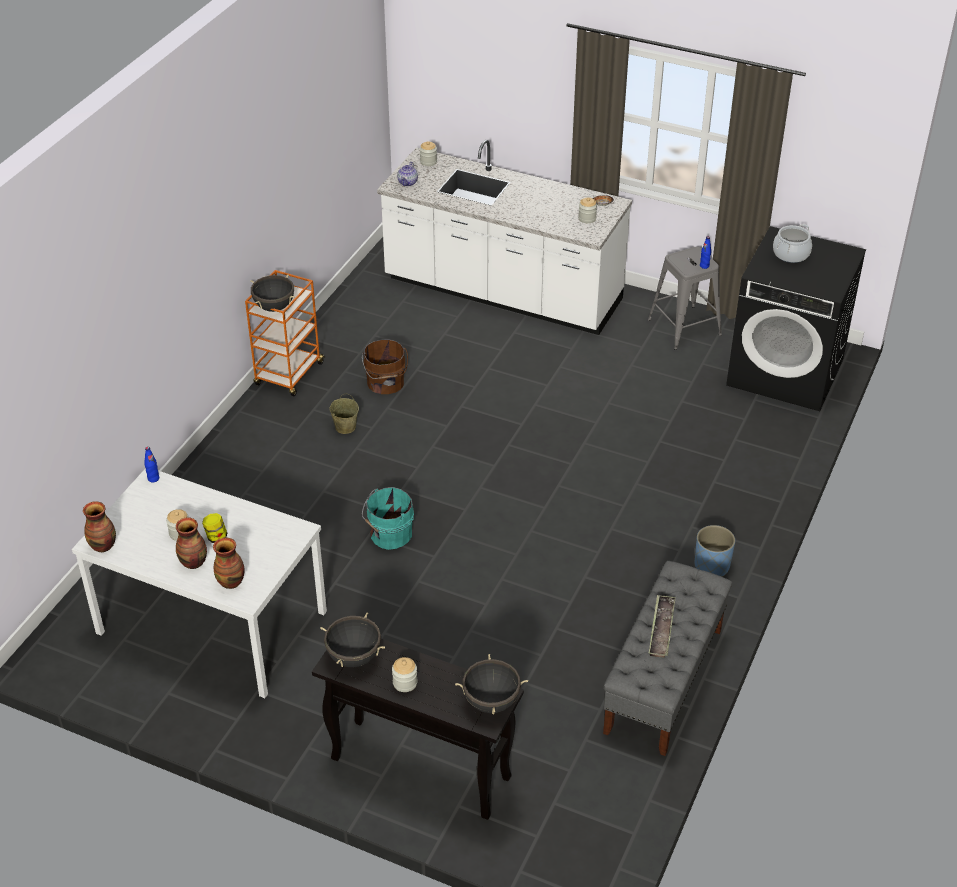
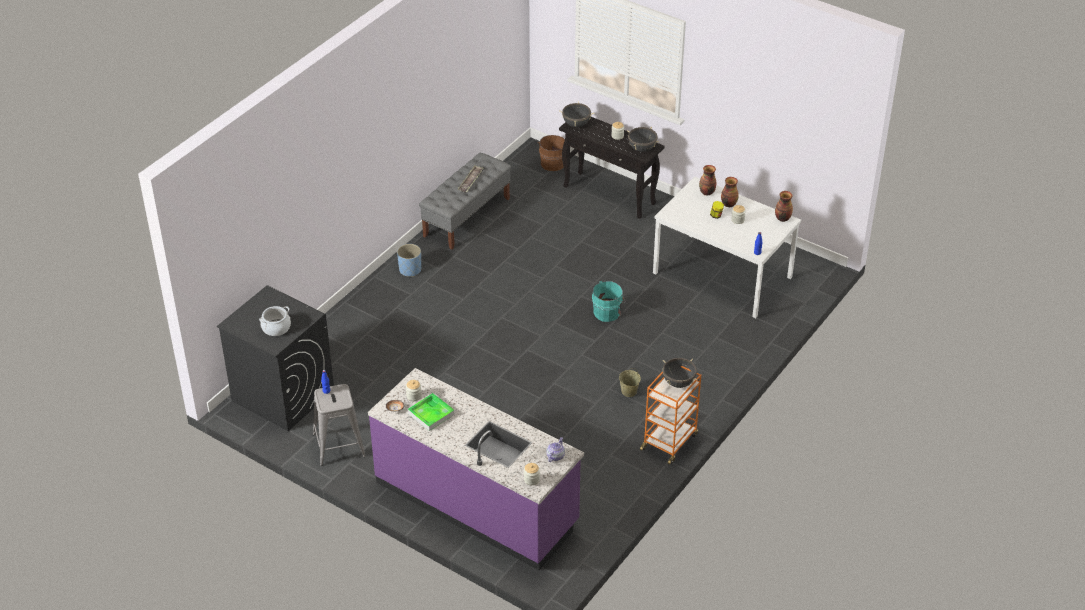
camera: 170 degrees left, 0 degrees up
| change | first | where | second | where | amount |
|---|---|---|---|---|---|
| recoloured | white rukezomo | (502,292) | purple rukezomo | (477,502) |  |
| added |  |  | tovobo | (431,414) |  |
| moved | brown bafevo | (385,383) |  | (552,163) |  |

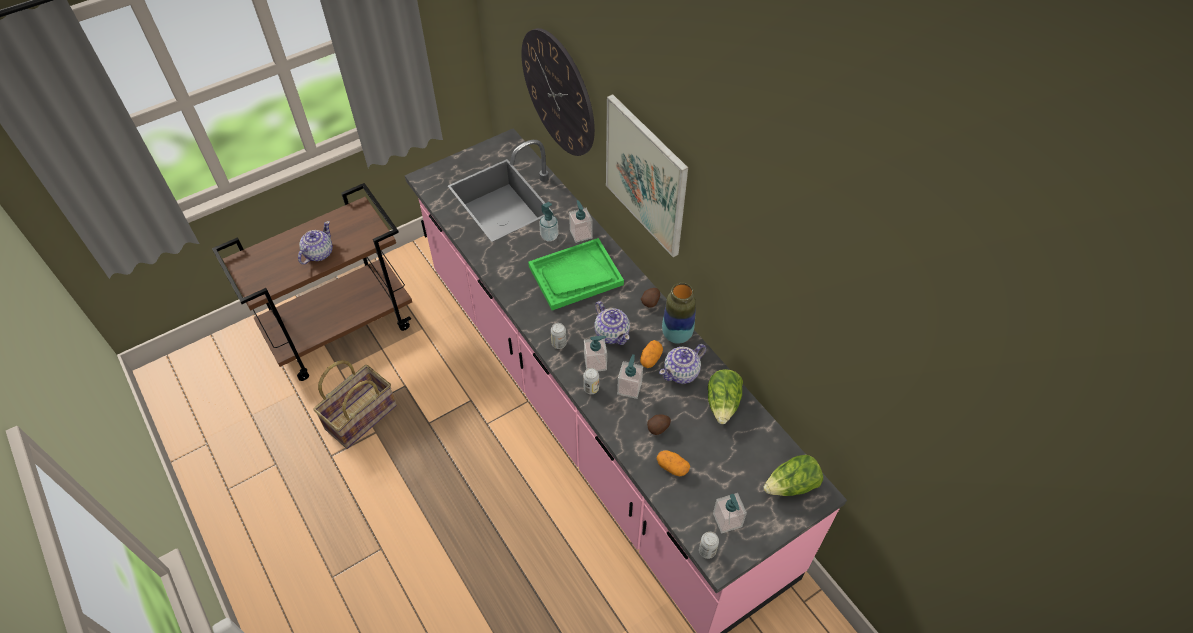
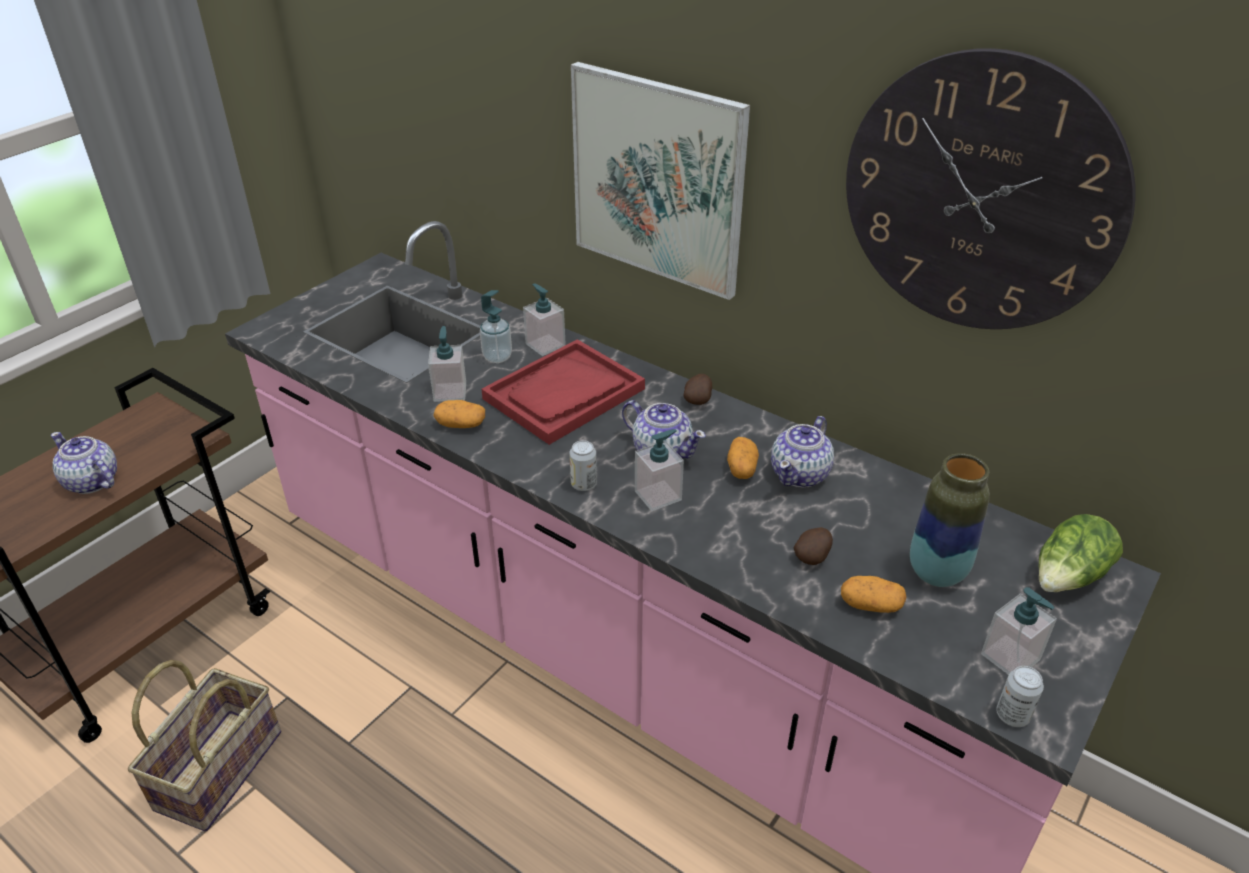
camera: 20 degrees left, 15 degrees down
| change | first | where | second | where | amount |
|---|---|---|---|---|---|
| turned | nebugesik | (318,253) |  | (92,482) | 60 degrees counterclockwise |
| moved | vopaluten | (629,388) |  | (450,392) |  |
| added |  |  | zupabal | (461,425) |  |
| recoloured | green tovobo | (575,276) | red tovobo | (564,394) |  |
| moved | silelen | (558,93) |  | (980,196) |  |
| moved | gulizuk | (677,335) |  | (936,573) |  |
| removed | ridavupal | (591,388) |  |  |  |
| removed | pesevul | (723,403) |  |  |  |

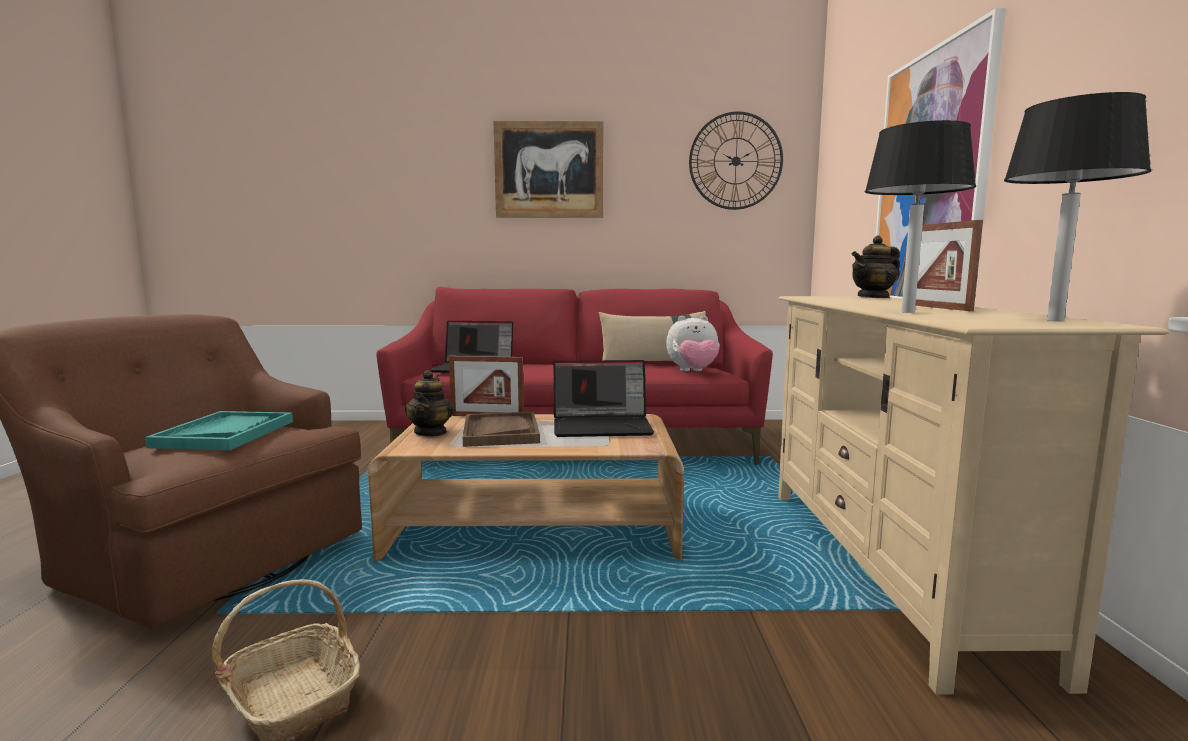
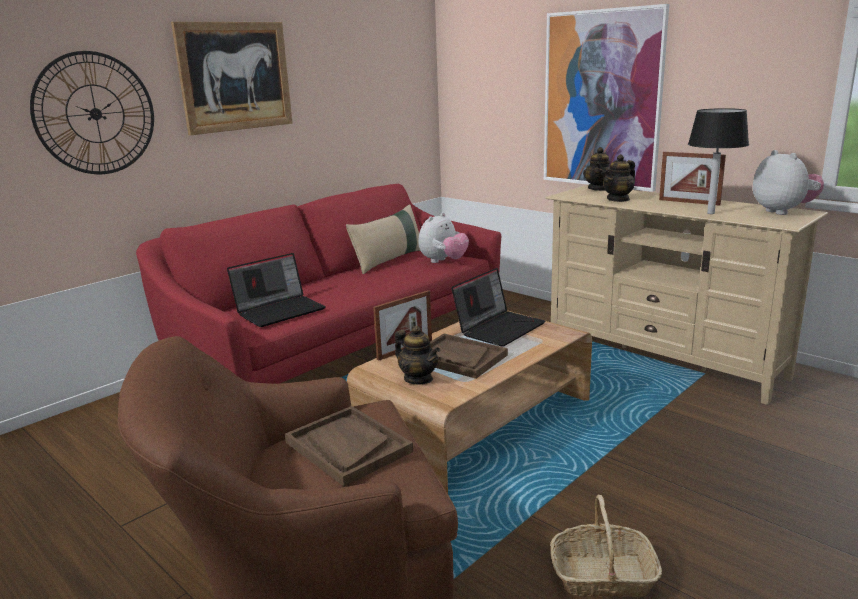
camera: 45 degrees left, 10 degrees up
| change | first | where | second | where | amount |
|---|---|---|---|---|---|
| moved | silelen | (735,161) |  | (95,114) |  |
| recoloured | turquoise tovobo | (225,434) | brown tovobo | (348,447) |  |
| added |  |  | nebugesik | (618,199) |  |
| replaced | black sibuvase | (1054,320) | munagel | (783,211) |  |

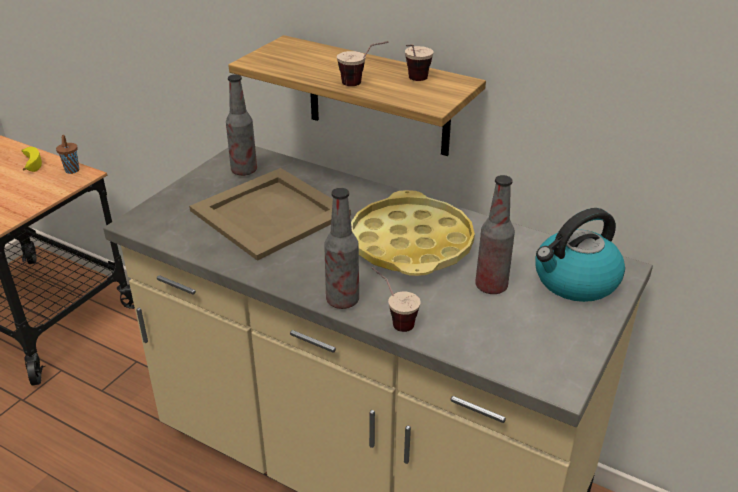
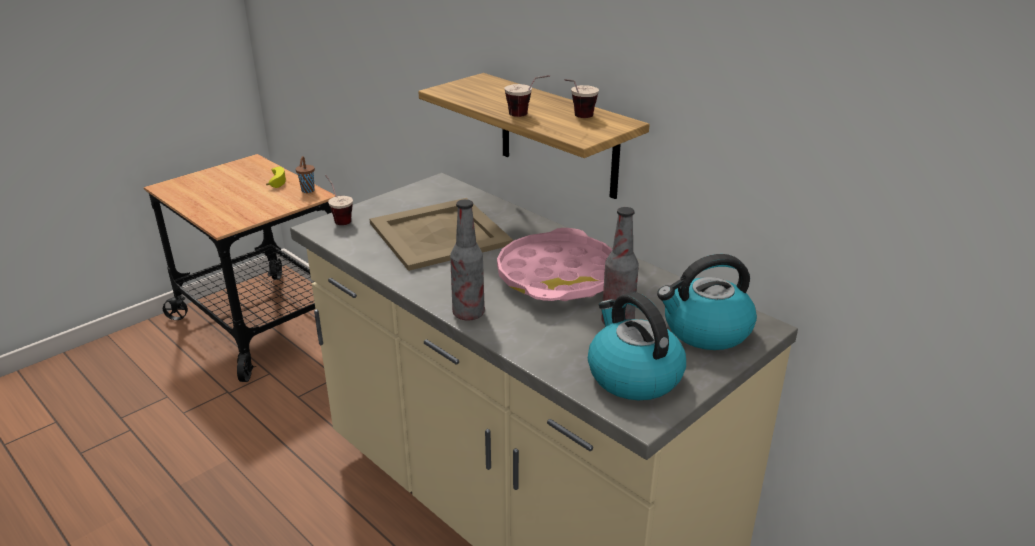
camera: 15 degrees right, 5 degrees down
| change | first | where | second | where | amount |
|---|---|---|---|---|---|
| moved | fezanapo | (393,320) |  | (339,218) |  |
| recoloured | yellow tovobo | (411,244) | pink tovobo | (558,276) |  |
| added |  |  | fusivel | (633,375) |  |
| removed | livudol | (244,171) |  |  |  |

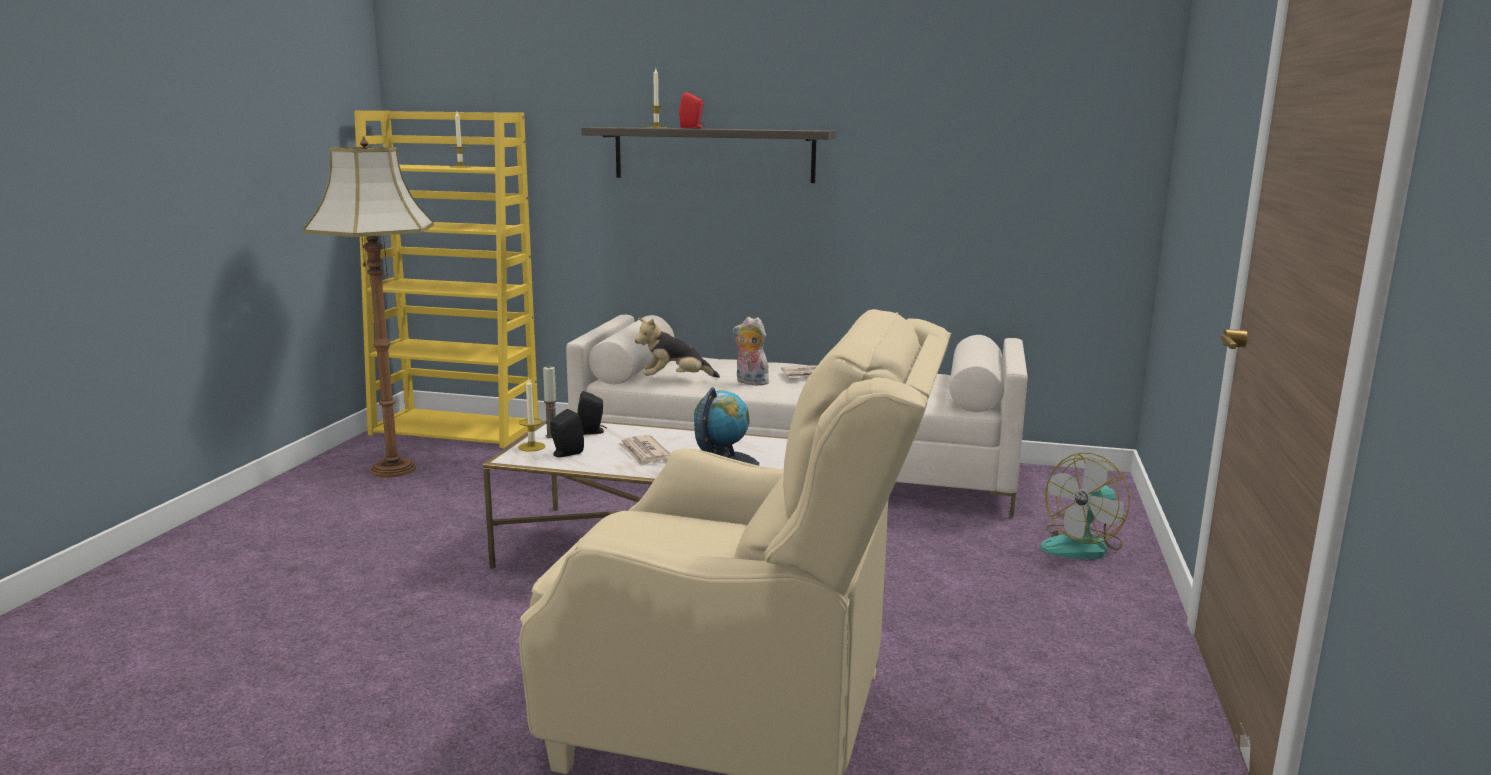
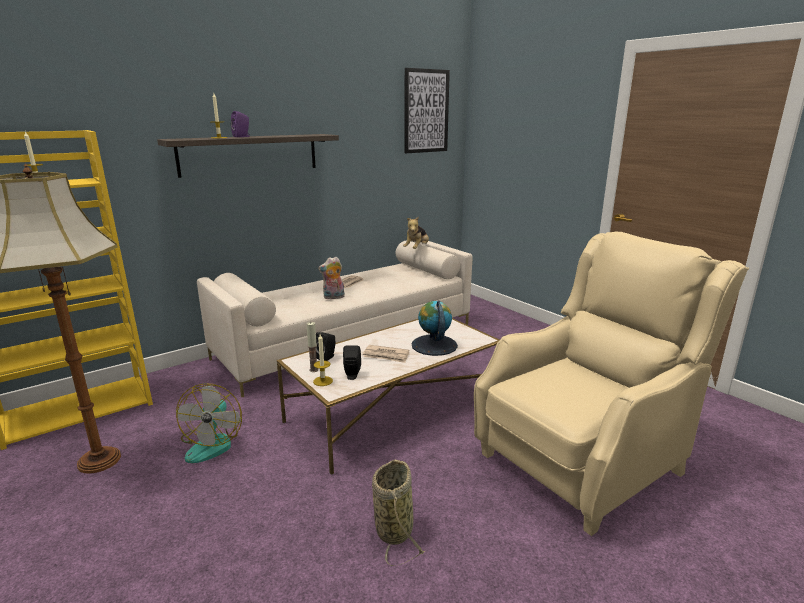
camera: 50 degrees left, 5 degrees up
| change | first | where | second | where | amount |
|---|---|---|---|---|---|
| moved | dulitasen | (1083,546) |  | (213,443) |  |
| recoloured | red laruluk | (692,128) | purple laruluk | (242,136) |  |
| added |  |  | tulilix | (394,528) |  |
| moved | munagel | (675,380) |  | (417,249) |  |
| added |  |  | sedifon | (426,111) |  |

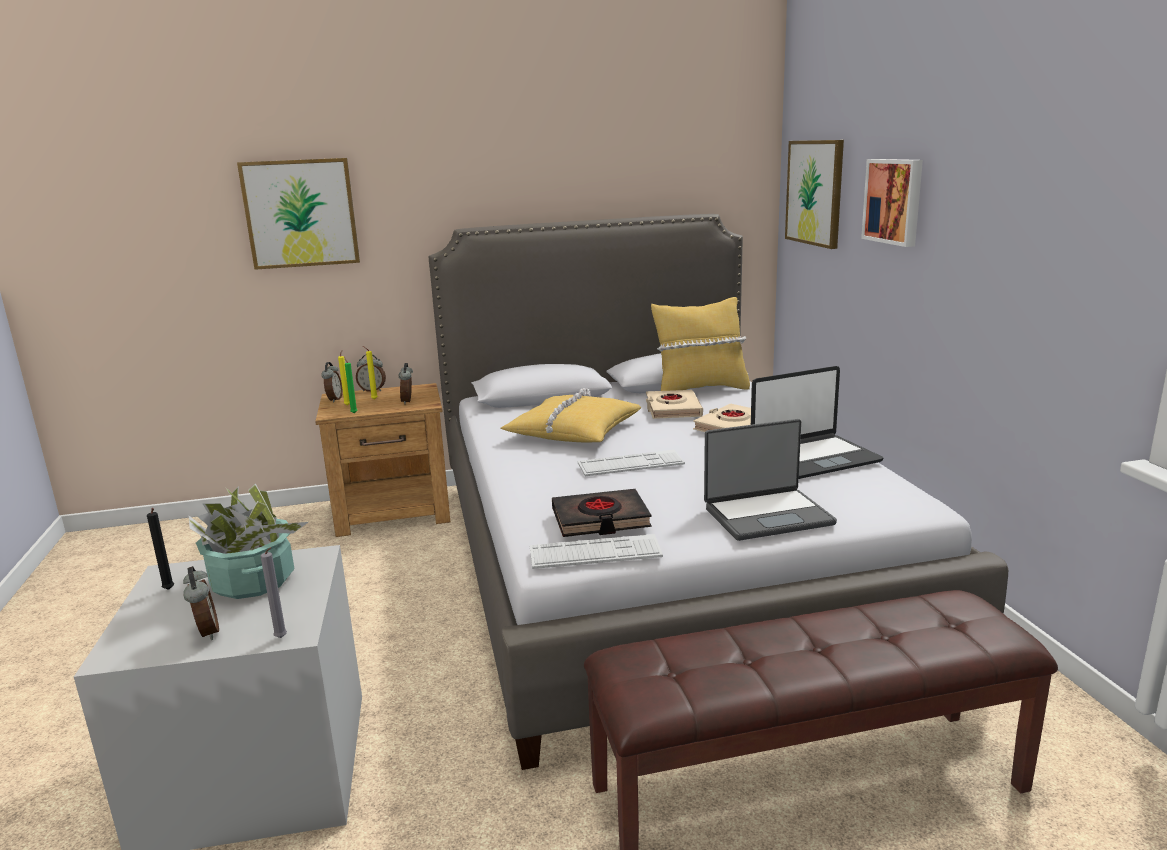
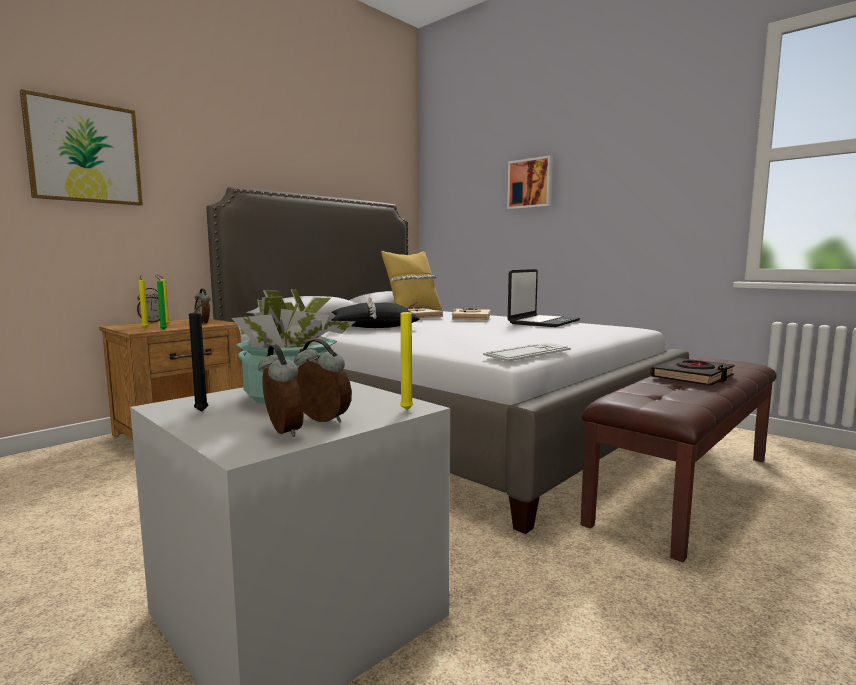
camera: 35 degrees left, 10 degrees down
| change | first | where | second | where | amount |
|---|---|---|---|---|---|
| moved | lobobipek | (334,400) |  | (281,432) |  |
| recoloured | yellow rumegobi | (573,431) | black rumegobi | (373,326) |  |
| recoloured | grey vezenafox | (282,638) | yellow vezenafox | (409,410) |  |
| moved | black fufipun | (600,519) |  | (693,377) |  |
| removed | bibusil | (631,464) |  |  |  |
| removed | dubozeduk | (767,515) |  |  |  |
| removed | sedifon | (815,192) |  |  |  |

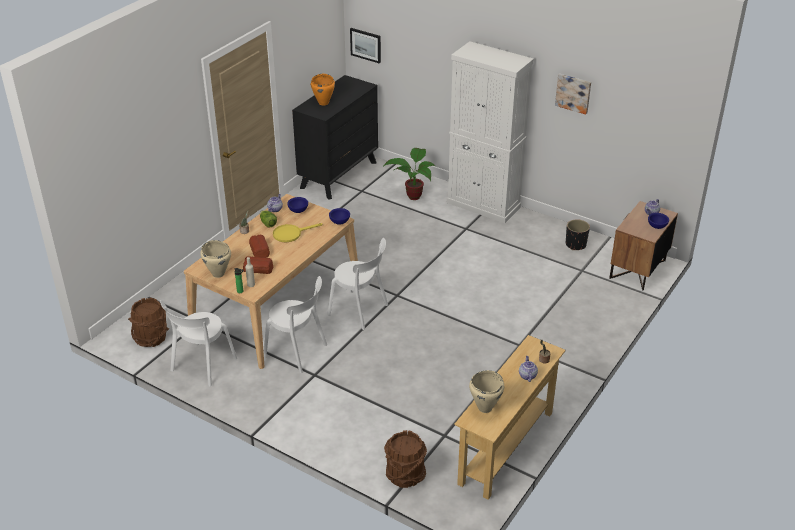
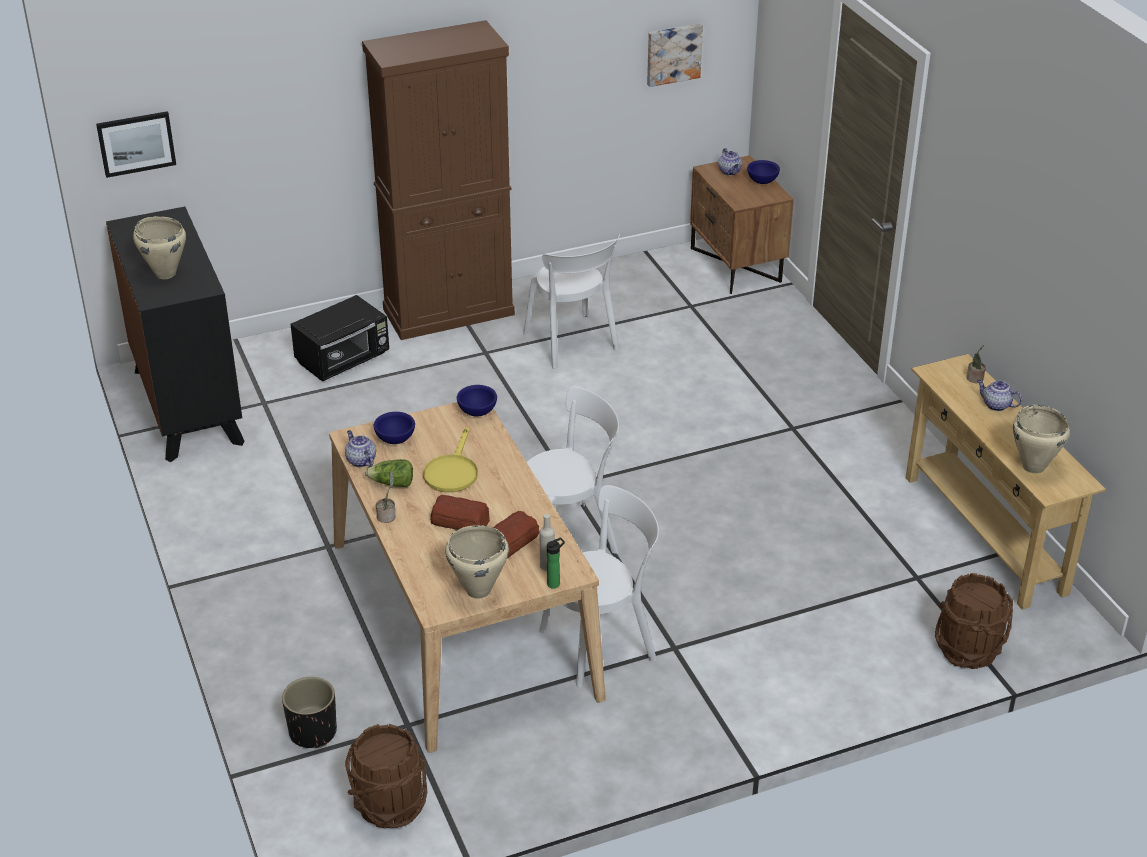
camera: 55 degrees left, 0 degrees up
| change | first | where | second | where | amount |
|---|---|---|---|---|---|
| recoloured | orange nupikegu | (323,103) | beige nupikegu | (165,273) |  |
| moved | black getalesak | (576,245) |  | (313,732) |  |
| replaced | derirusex | (414,195) | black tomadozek | (344,360) |  |
| recoloured | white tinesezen | (483,205) | brown tinesezen | (449,312) |  |
| moved | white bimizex | (202,366) |  | (572,344) |  |
| moved | sedifon | (573,93) |  | (673,53) |  |

